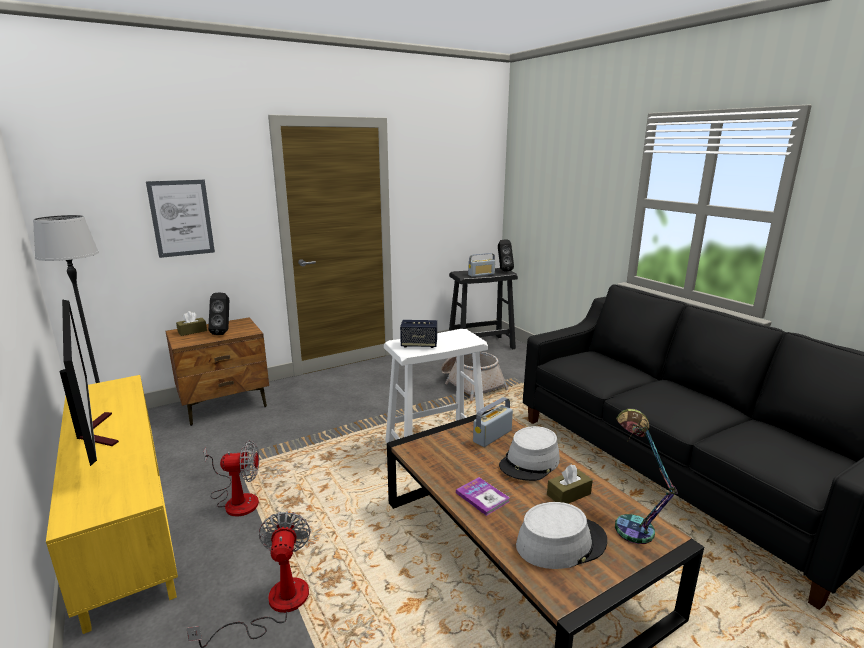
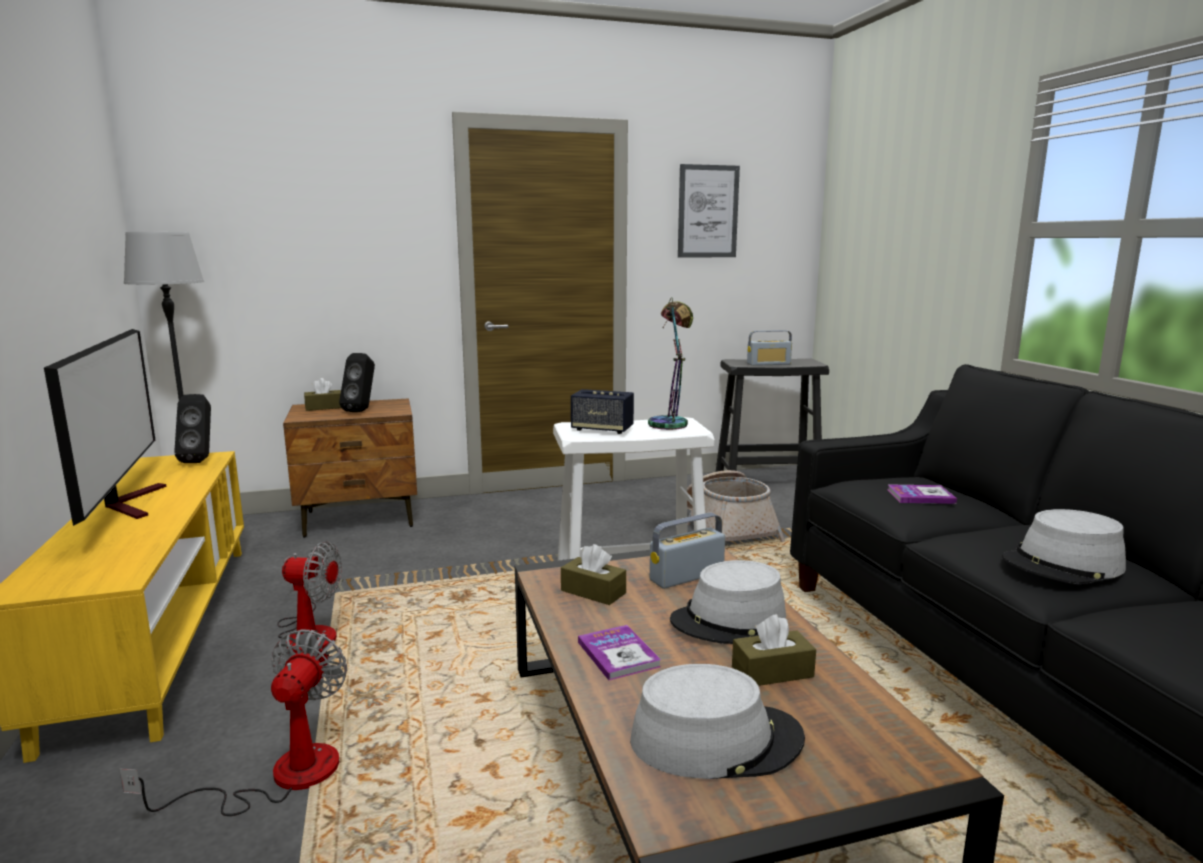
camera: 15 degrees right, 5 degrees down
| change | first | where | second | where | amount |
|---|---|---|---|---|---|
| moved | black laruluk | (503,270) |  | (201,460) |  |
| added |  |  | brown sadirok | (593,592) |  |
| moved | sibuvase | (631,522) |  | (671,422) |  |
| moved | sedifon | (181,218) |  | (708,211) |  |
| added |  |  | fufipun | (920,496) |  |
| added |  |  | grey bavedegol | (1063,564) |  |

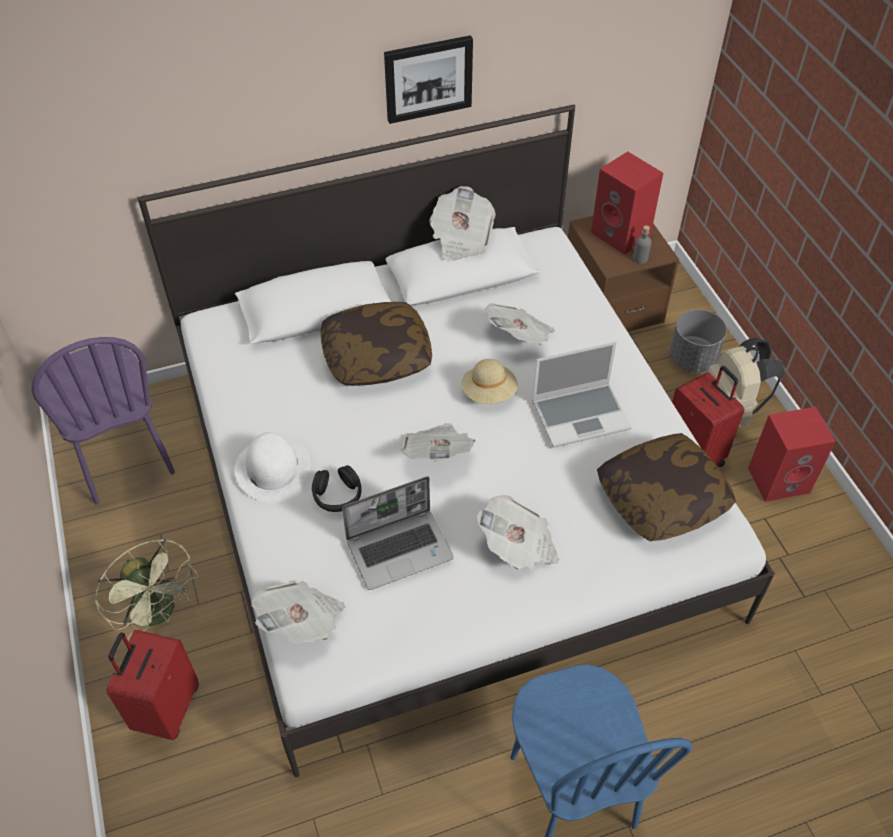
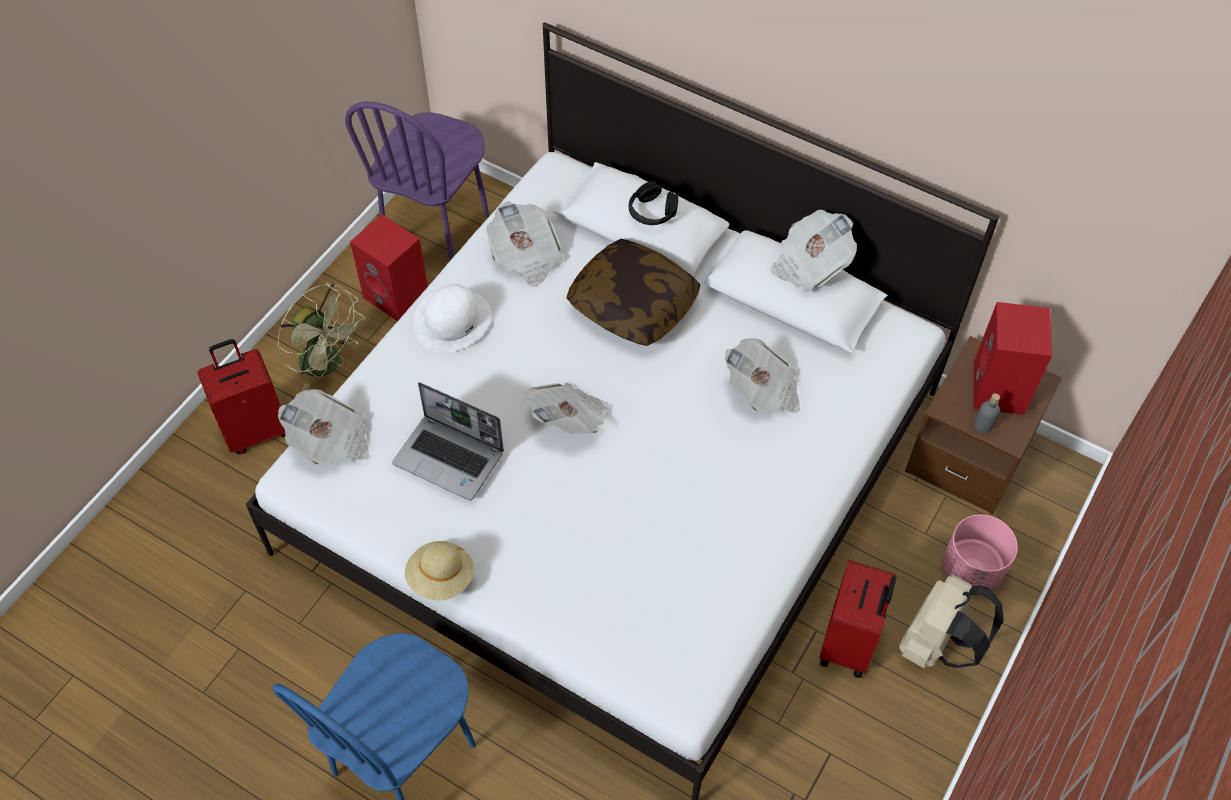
camera: 50 degrees right, 5 degrees up
| change | first | where | second | where | amount |
|---|---|---|---|---|---|
| turned | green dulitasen | (160,613) |  | (328,364) | 60 degrees counterclockwise |
| moved | red laruluk | (779,479) |  | (398,296) |  |
| moved | beige bavedegol | (489,393) |  | (441,578) |  |
| moved | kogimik | (518,546) |  | (526,257) |  |
| moved | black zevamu | (337,496) |  | (652,212) |  |
| recoloured | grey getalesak | (693,359) | pink getalesak | (972,570) |  |
| removed | sedifon | (428,78) |  |  |  |
| removed | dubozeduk | (581,414) |  |  |  |
| removed | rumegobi | (662,499) |  |  |  |

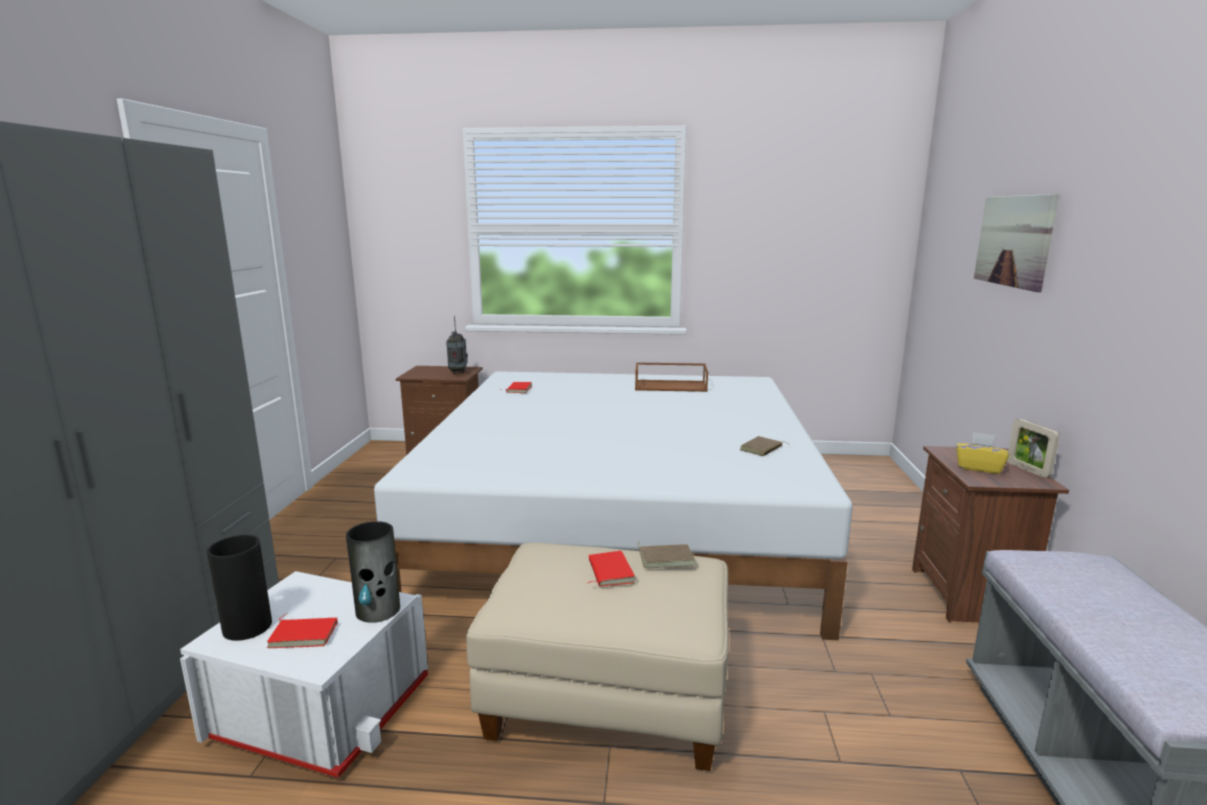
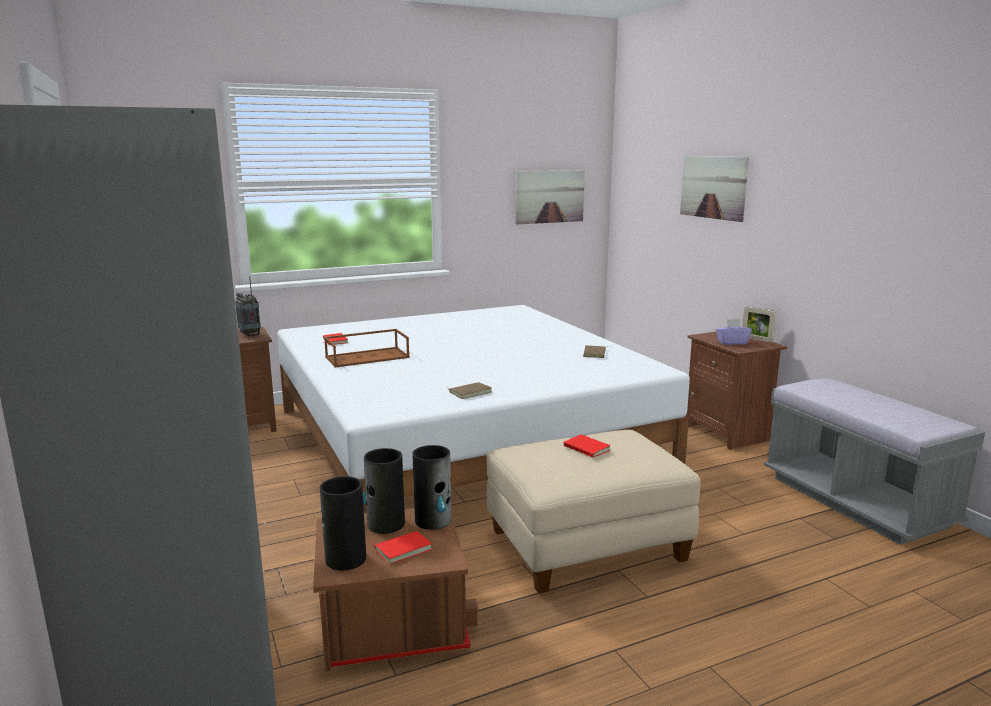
camera: 30 degrees left, 0 degrees up
| change | first | where | second | where | amount |
|---|---|---|---|---|---|
| recoloured | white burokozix | (322,708) | brown burokozix | (392,621) |  |
| moved | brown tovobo | (671,386) |  | (368,357) |  |
| added |  |  | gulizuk | (385,524) |  |
| moved | brown fufipun | (666,558) |  | (470,392) |  |
| added |  |  | sedifon | (549,196) |  |
| recoloured | yellow sadirok | (978,467) | purple sadirok | (732,342) |  |

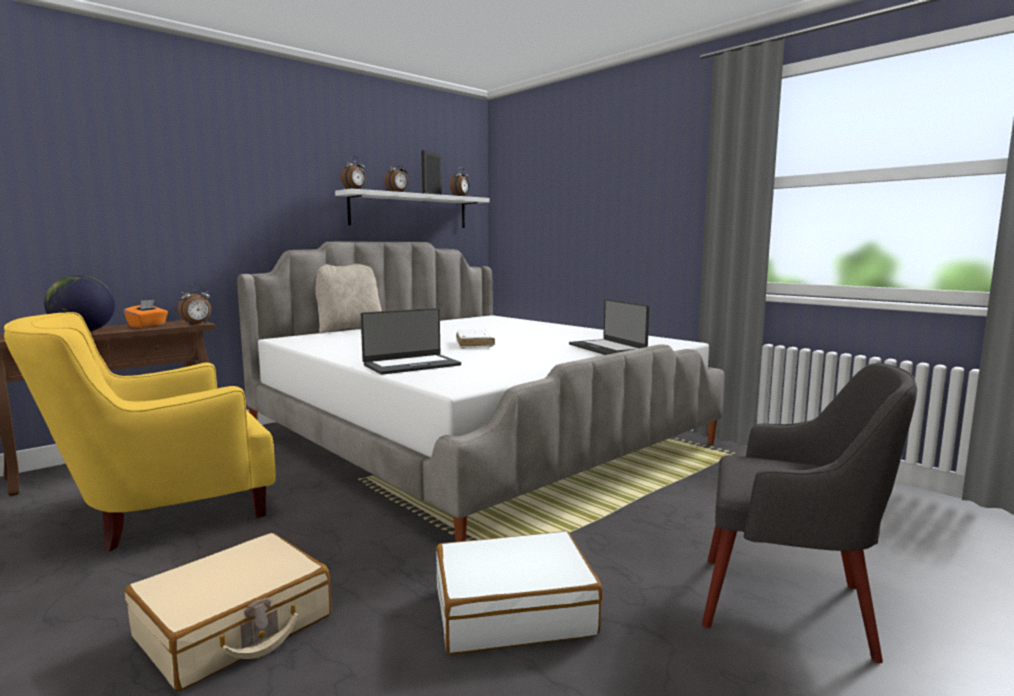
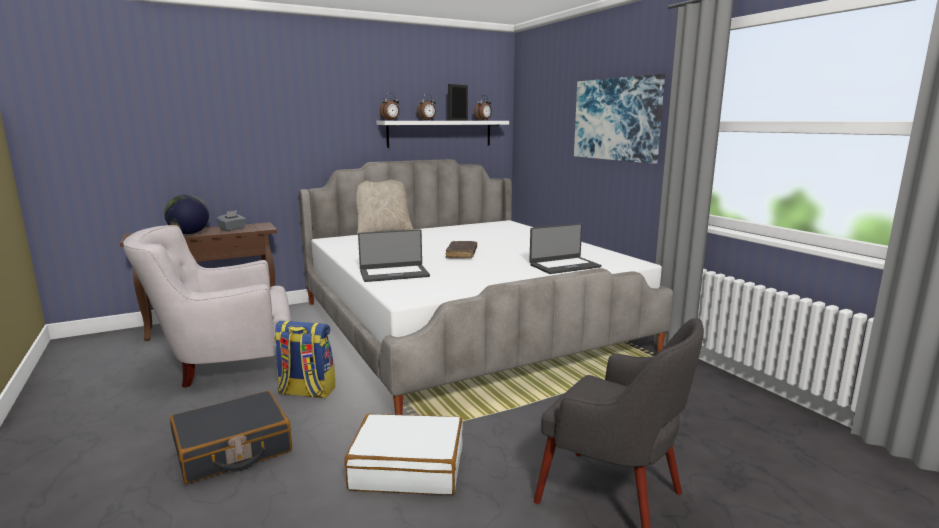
camera: 15 degrees right, 5 degrees up
| change | first | where | second | where | amount |
|---|---|---|---|---|---|
| recoloured | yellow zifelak | (161,511) | white zifelak | (226,363) |  |
| recoloured | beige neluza | (234,627) | black neluza | (233,450) |  |
| recoloured | orange sadirok | (148,326) | grey sadirok | (232,229) |  |
| added |  |  | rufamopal | (306,392) |  |
| recoloured | white fufipun | (475,344) | brown fufipun | (461,254) |  |
| turned | dubozeduk | (607,348) |  | (564,266) | 105 degrees counterclockwise |
| added |  |  | sedifon | (616,119) |  |
| removed | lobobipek | (197,324) |  |  |  |

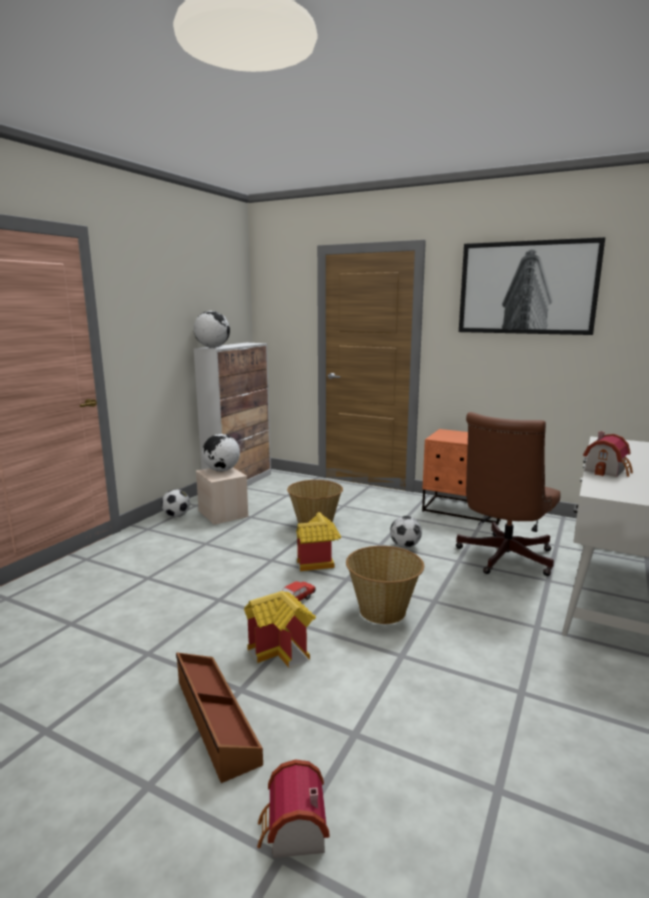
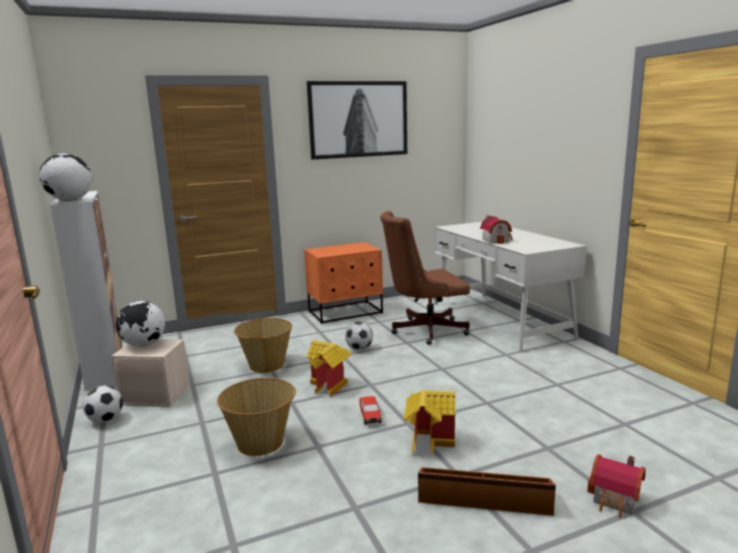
camera: 50 degrees left, 0 degrees up
| change | first | where | second | where | amount |
|---|---|---|---|---|---|
| moved | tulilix | (383,611) |  | (261,443) |  |
| turned | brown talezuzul | (502,558) |  | (424,330) | 90 degrees clockwise |

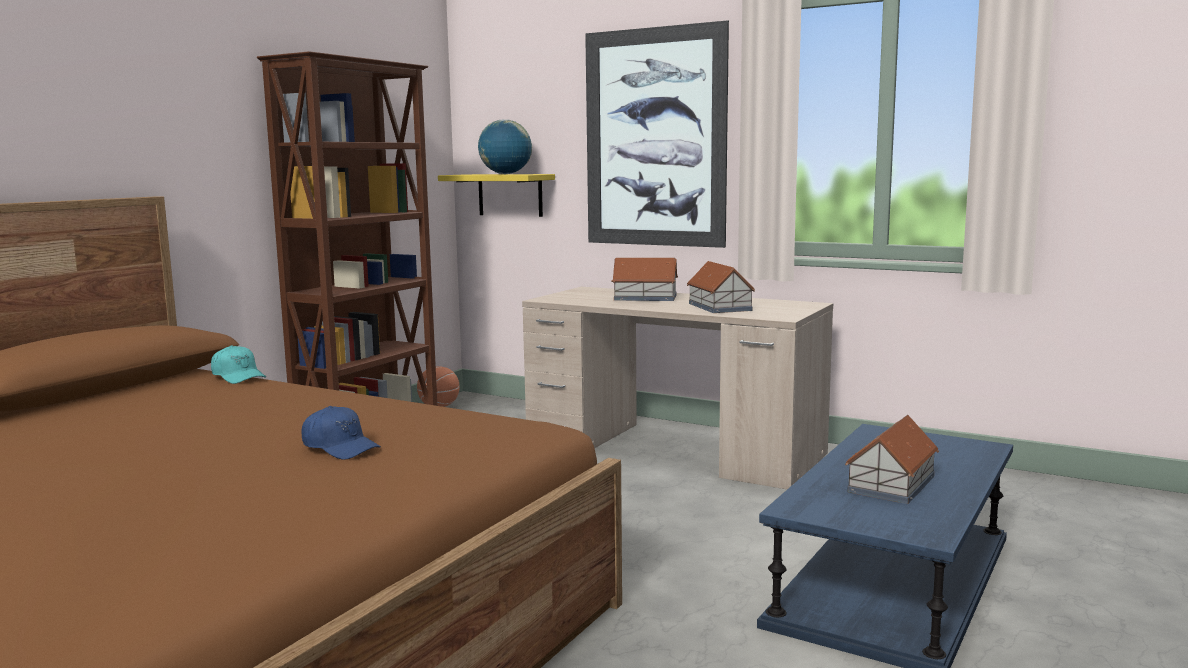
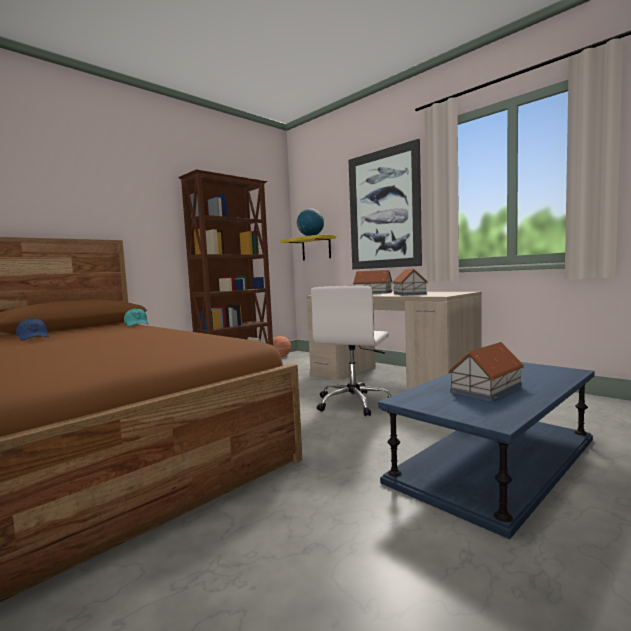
camera: 15 degrees right, 5 degrees down
| change | first | where | second | where | amount |
|---|---|---|---|---|---|
| moved | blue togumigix | (340,447) |  | (33,337) |  |
| added |  |  | white talezuzul | (354,403) |  |

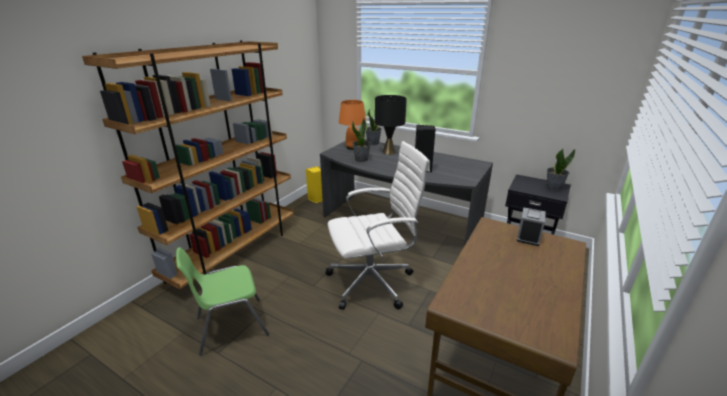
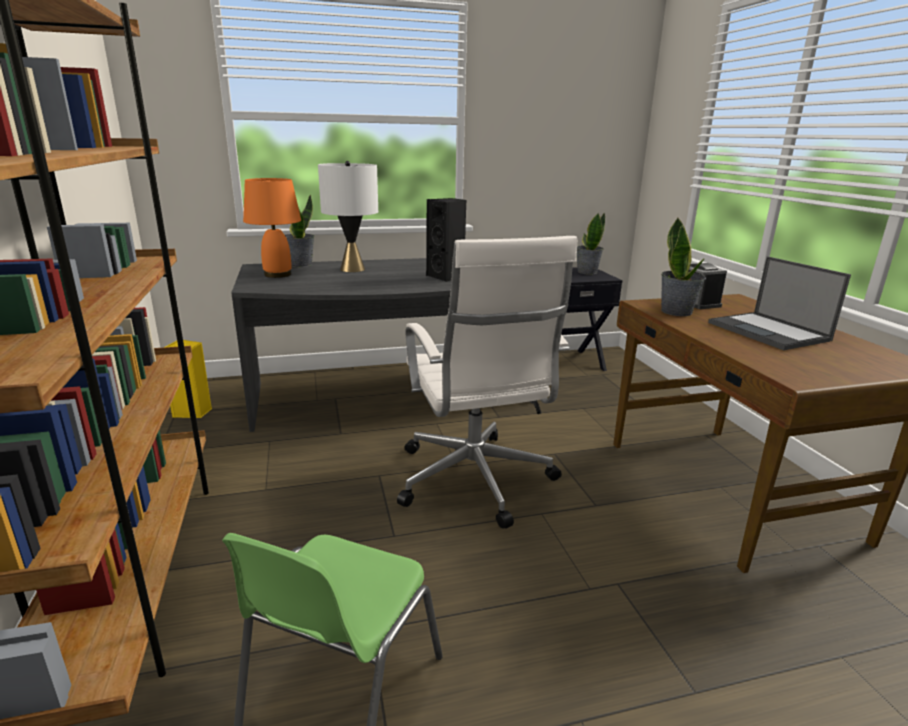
camera: 45 degrees left, 5 degrees down
| change | first | where | second | where | amount |
|---|---|---|---|---|---|
| recoloured | black sibuvase | (389,152) | white sibuvase | (352,269) |  |
| turned | white talezuzul | (373,282) |  | (474,481) | 135 degrees clockwise |
| moved | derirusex | (361,159) |  | (677,312) |  |
| added |  |  | dubozeduk | (769,332) |  |

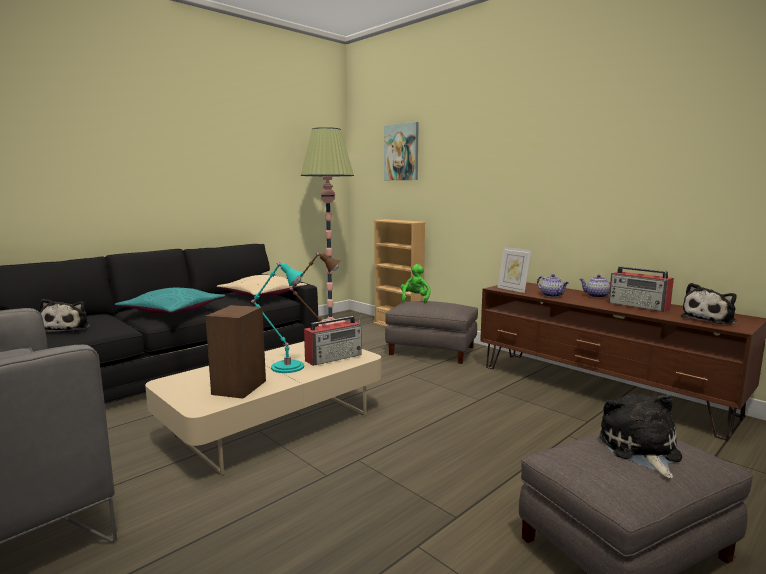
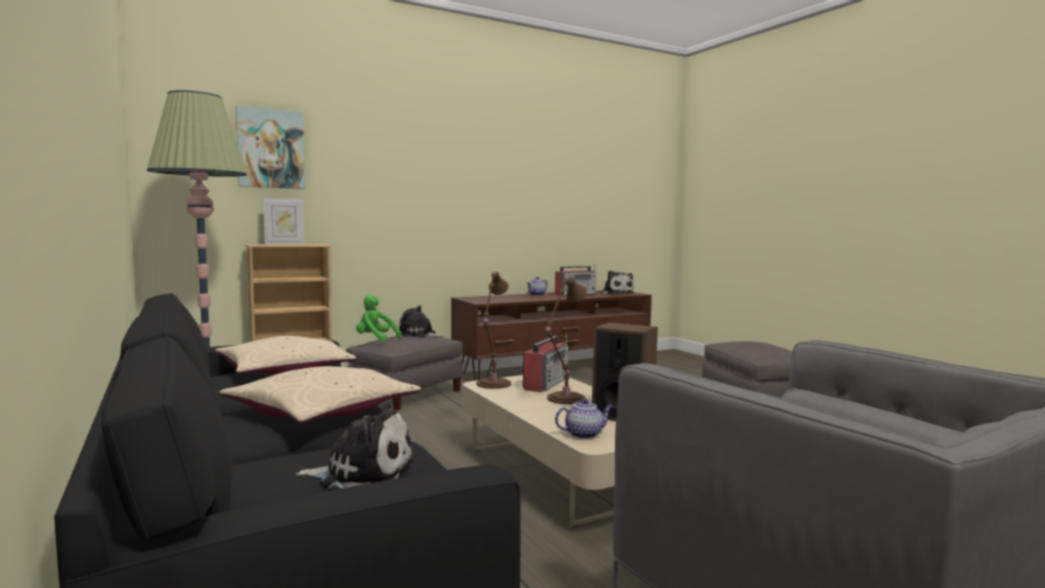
camera: 75 degrees left, 5 degrees down
| change | first | where | second | where | amount |
|---|---|---|---|---|---|
| recoloured | turquoise rumegobi | (172,311) | beige rumegobi | (322,412) |  |
| moved | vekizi | (512,289) |  | (284,244) |  |
| moved | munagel | (640,450) |  | (419,335) |  |
| turned | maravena | (334,357) |  | (546,383) | 45 degrees clockwise |
| recoloured | turquoise sibuvase | (285,366) | brown sibuvase | (564,399) |  |
| moved | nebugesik | (552,295) |  | (584,434) |  |

